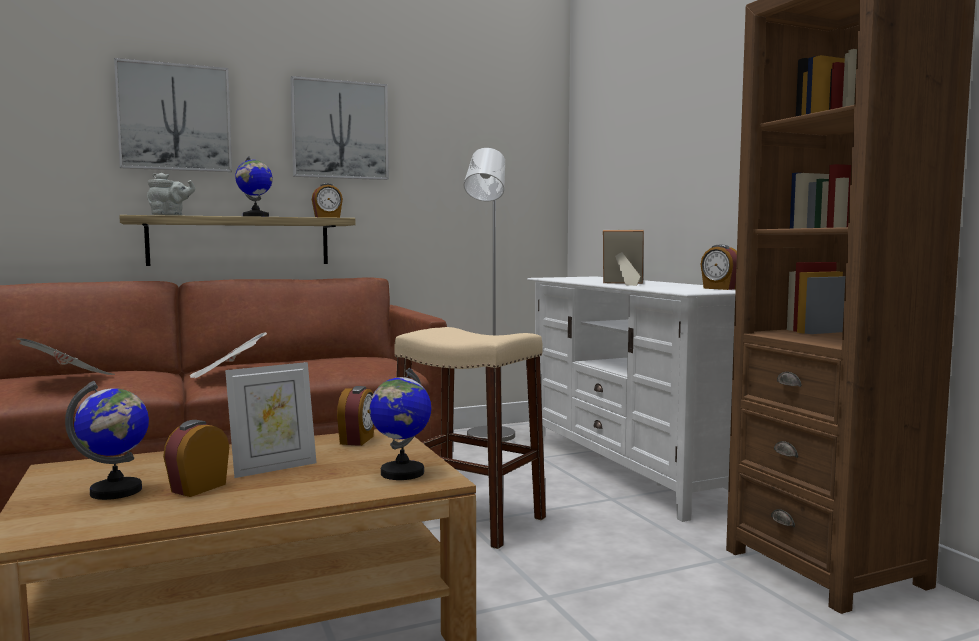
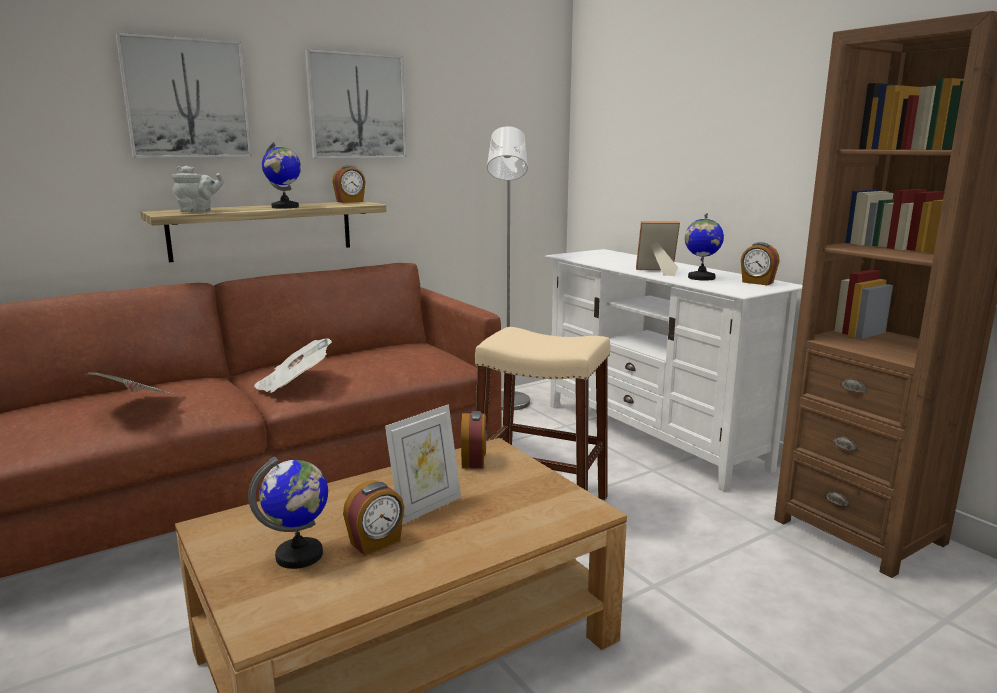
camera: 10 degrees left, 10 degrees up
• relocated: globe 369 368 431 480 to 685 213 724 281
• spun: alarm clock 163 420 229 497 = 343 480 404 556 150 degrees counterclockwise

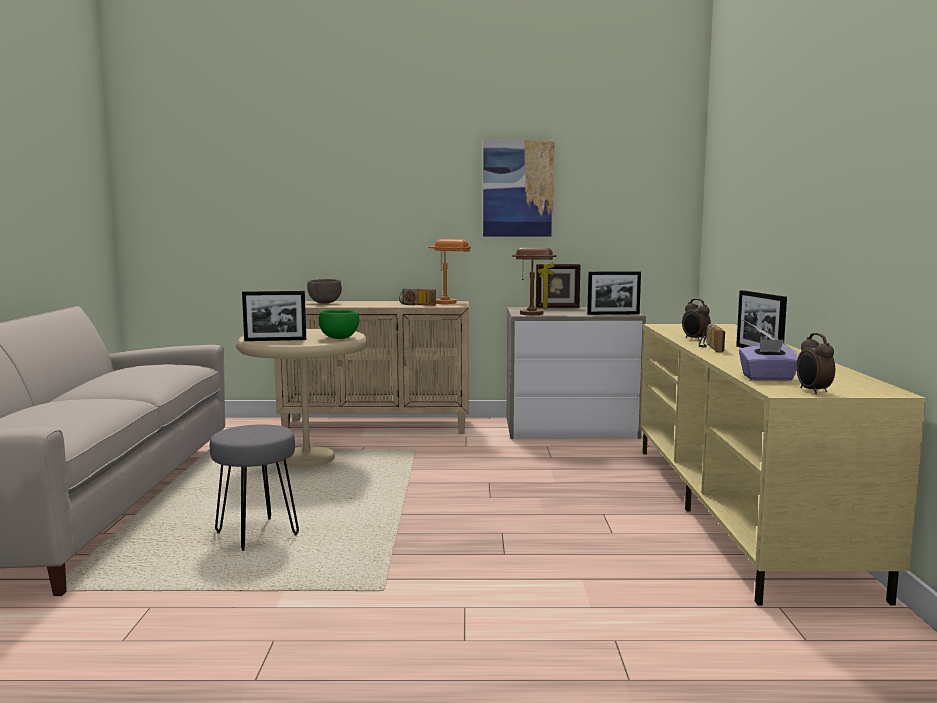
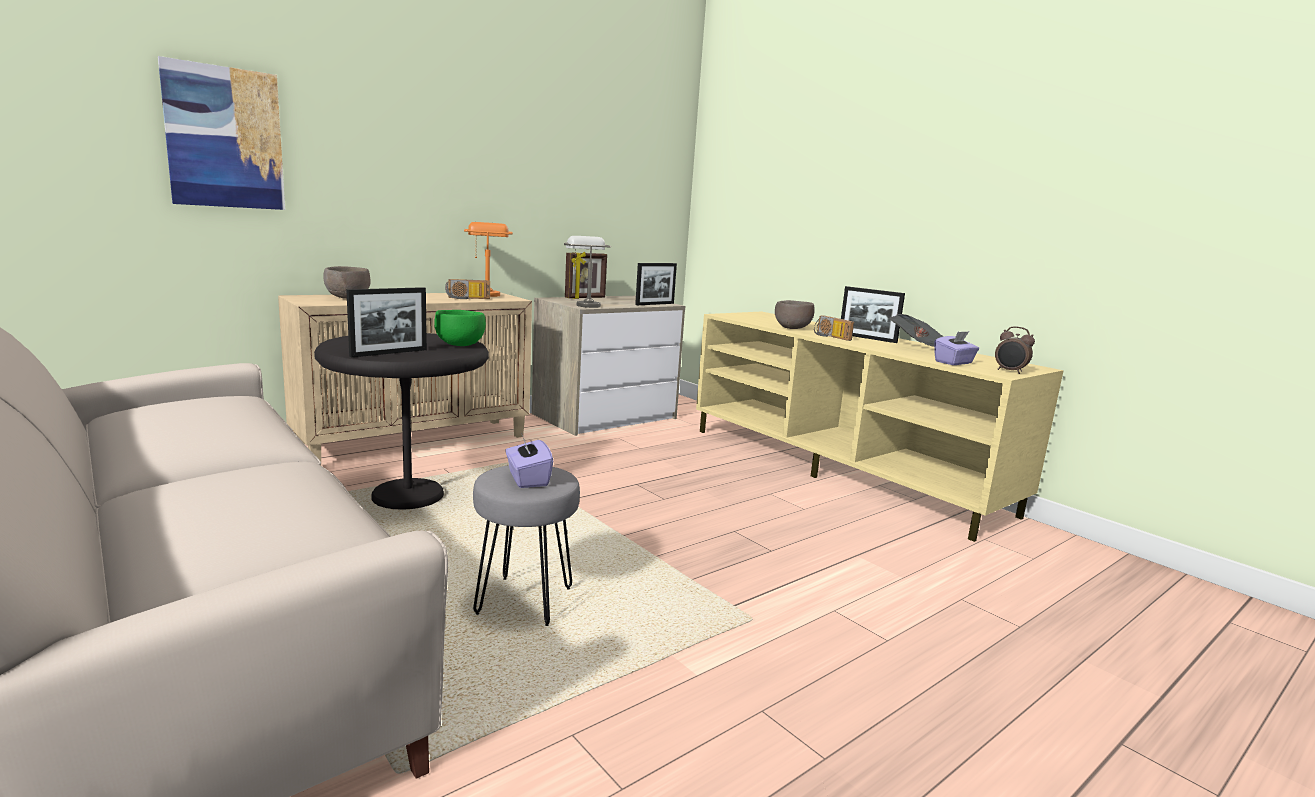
camera: 40 degrees left, 5 degrees up
• appeared: purple tissue box 505 433 553 488
• relocated: picture 483 140 555 236 to 158 56 285 210
• exchanged: alarm clock 682 299 711 341 to brown bowl 775 300 814 329
• colour: beige side table 236 329 367 467 to black side table 314 333 489 510
• colour: brown table lamp 512 247 556 315 to grey table lamp 564 236 611 308

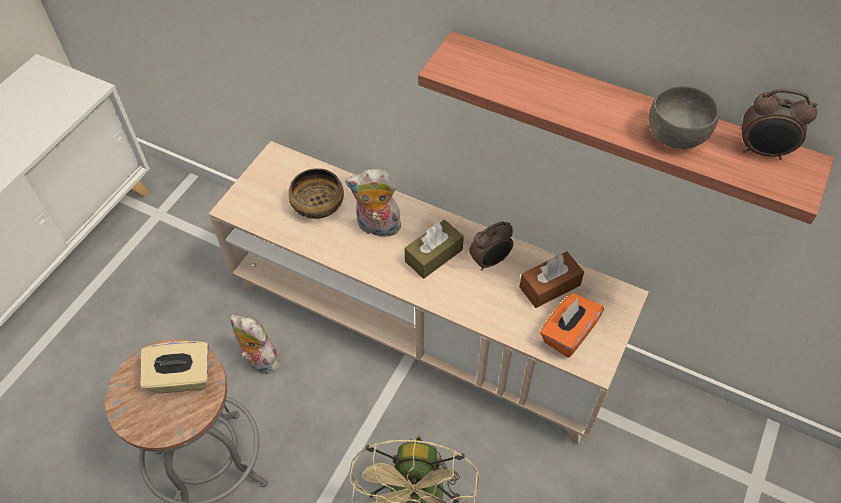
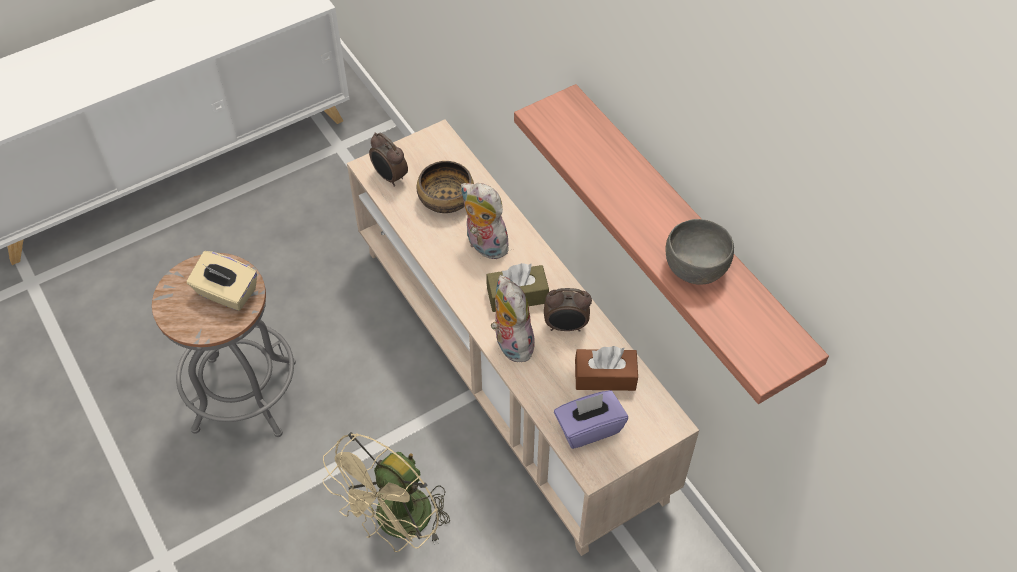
camera: 30 degrees right, 0 degrees up
• relocated: plush toy 230 315 283 374 to 491 275 538 362
• relocated: alarm clock 742 88 818 160 to 369 132 408 187
• colour: orange tissue box 540 293 604 358 to purple tissue box 554 390 628 449

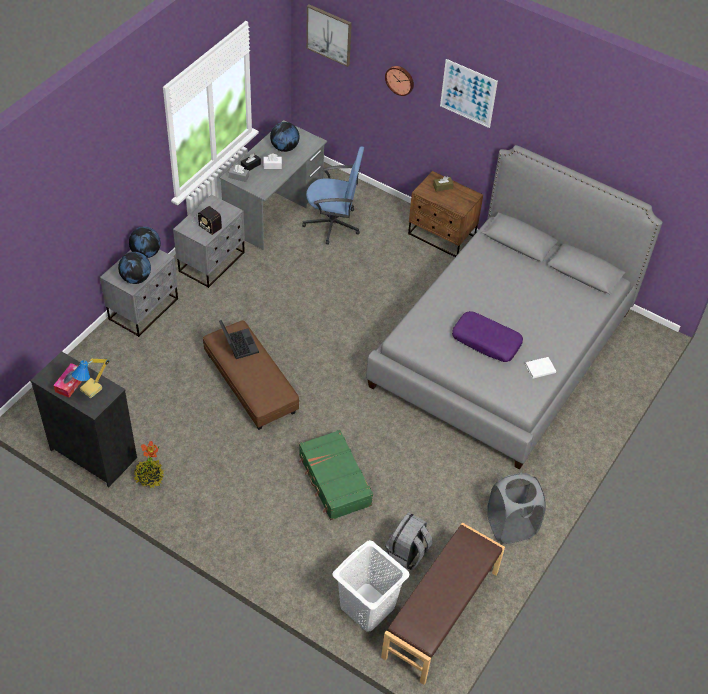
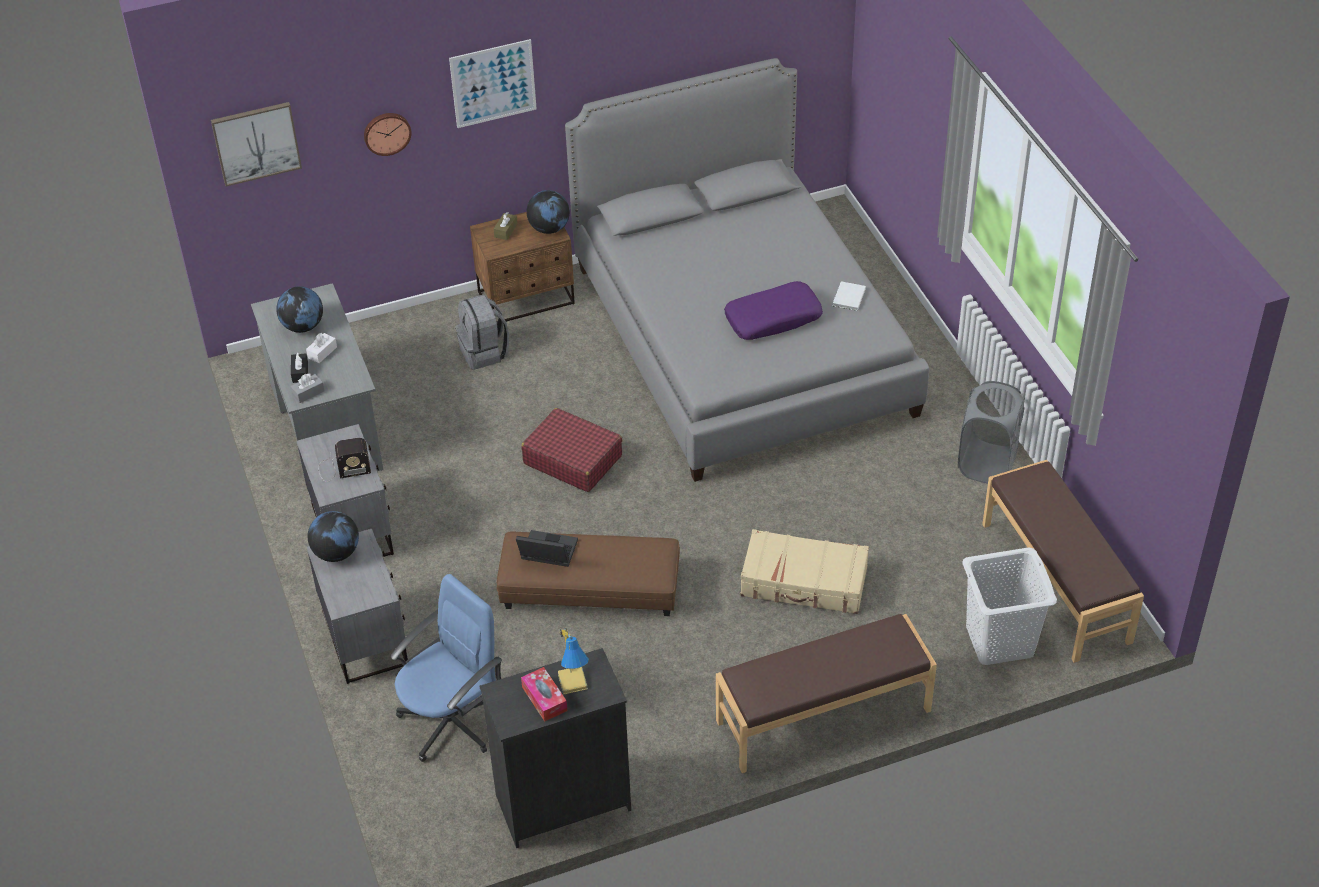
camera: 50 degrees left, 5 degrees down
• missing: potted plant 134 441 164 489
• appeared: red suitcase 521 408 622 492
• appeared: brown bench 716 614 937 773
• relocated: globe 118 252 151 284 to 526 190 570 234
• relocated: blue office chair 302 146 364 245 to 390 574 502 762
• relocated: grey backpack 385 512 432 570 to 455 295 509 370
• colour: green suitcase 299 430 373 520 to beige suitcase 741 529 869 614

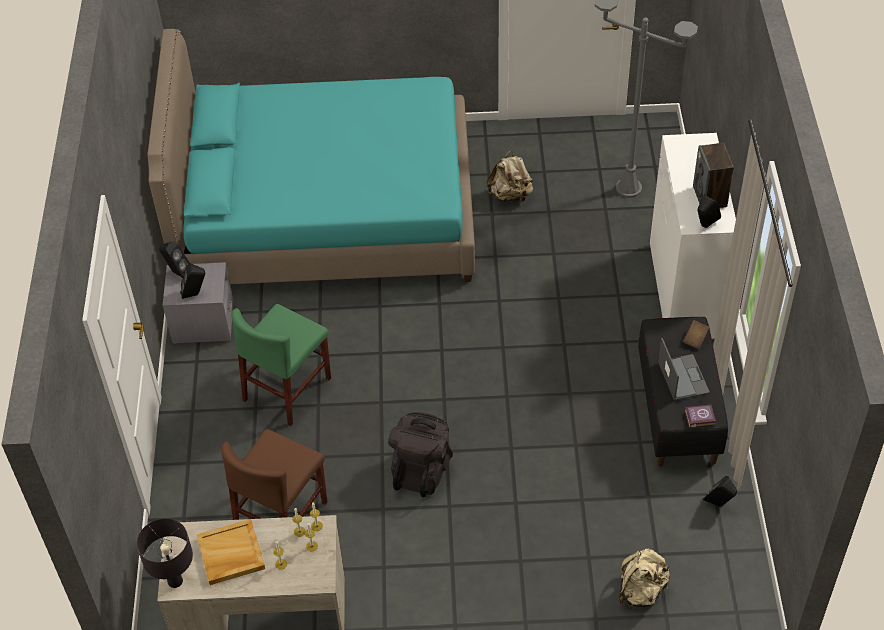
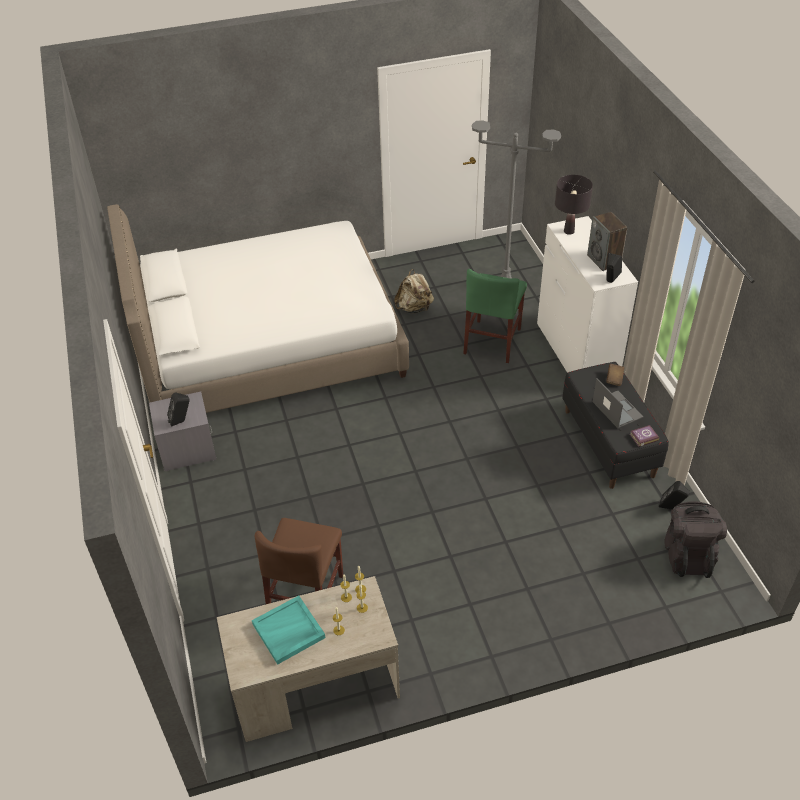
camera: 15 degrees left, 5 degrees down
• missing: black speaker 159 241 190 278
• missing: beige backpack 619 549 671 609
• relocated: black table lamp 137 518 193 588 to 555 175 593 235
• relocated: green chair 231 304 331 426 to 463 269 527 363
• relocated: black backpack 388 412 453 497 to 664 501 727 578
• colour: turquoise bed 147 29 475 284 to white bed 107 204 409 413
• colour: beige tray 197 519 265 585 to turquoise tray 252 596 325 665

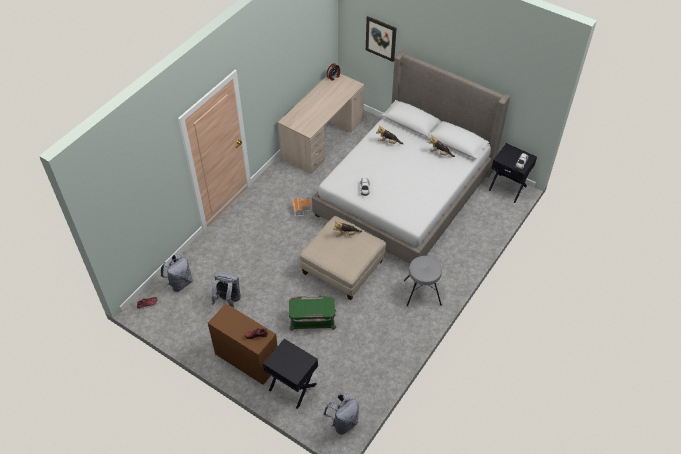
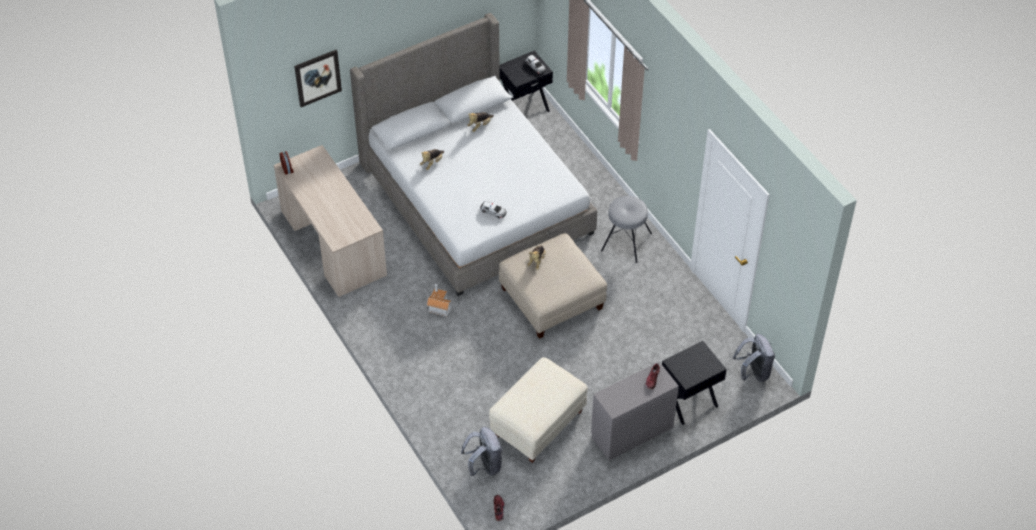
camera: 65 degrees left, 0 degrees up
• missing: green storage box 289 296 336 331
• exchanged: grey backpack 212 273 241 308 to beige ottoman 489 357 588 463
• colour: brown dresser 208 303 278 385 to grey dresser 591 362 679 461

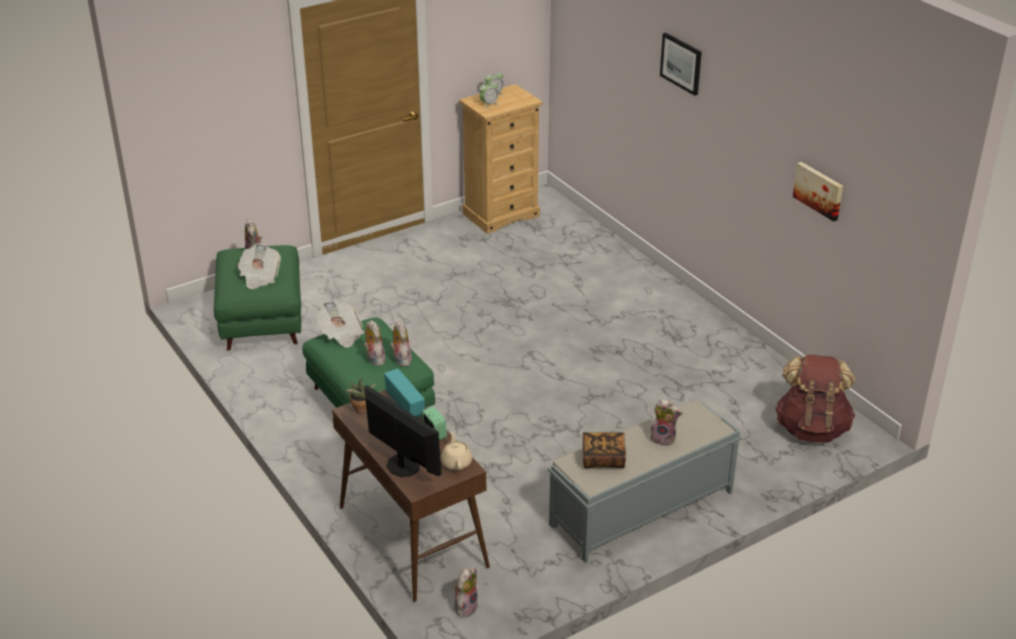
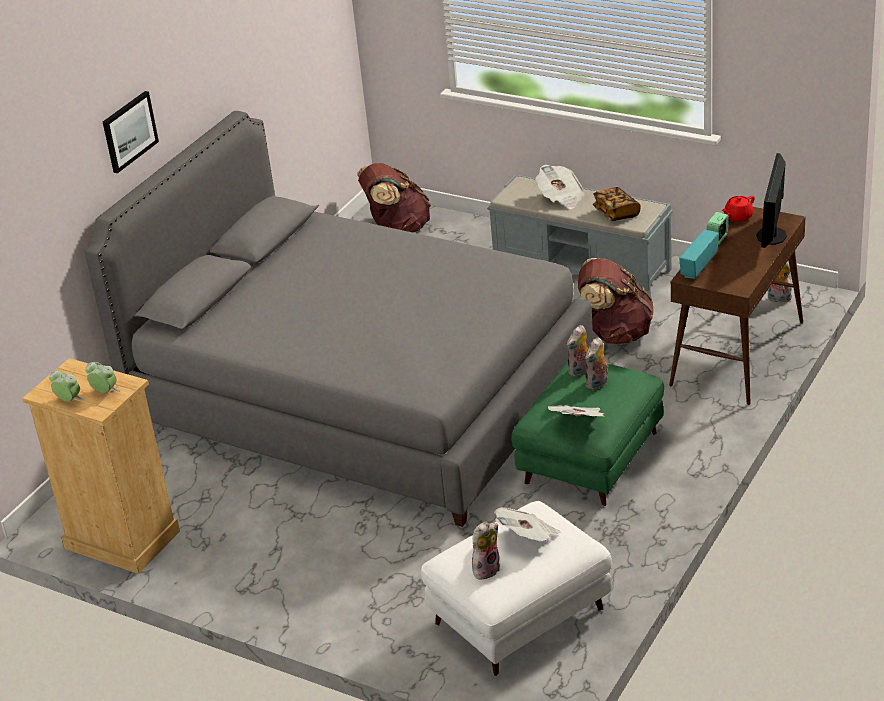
camera: 115 degrees left, 0 degrees up
• missing: potted plant 344 378 378 414
• missing: picture 793 162 843 222
• appeared: grey bed 84 111 593 527
• appeared: brown backpack 578 258 654 344
• exchanged: plush toy 650 399 683 446 to newspaper 536 165 585 209
• colour: green ottoman 214 245 301 350 to white ottoman 421 501 612 676
• colour: beige teapot 441 431 472 471 to red teapot 721 196 755 222

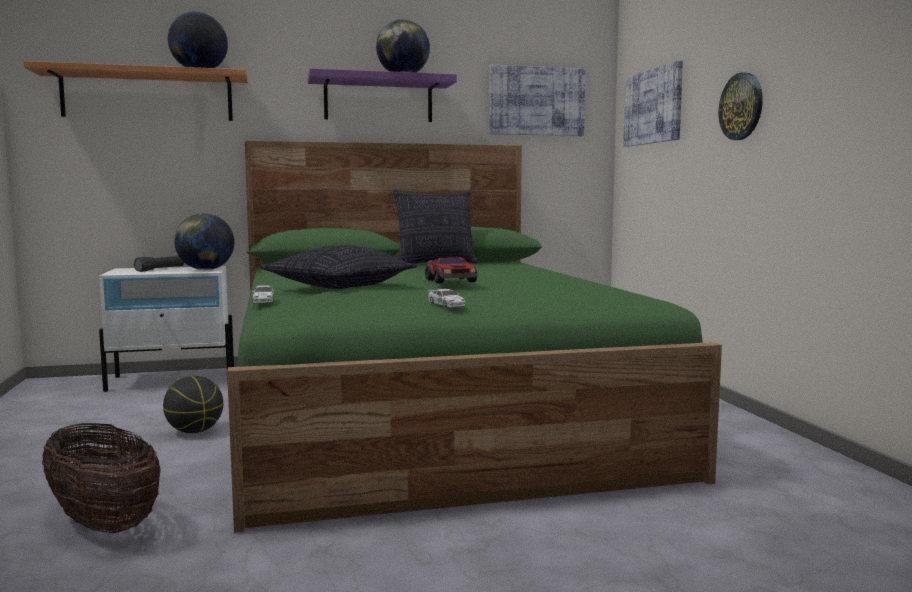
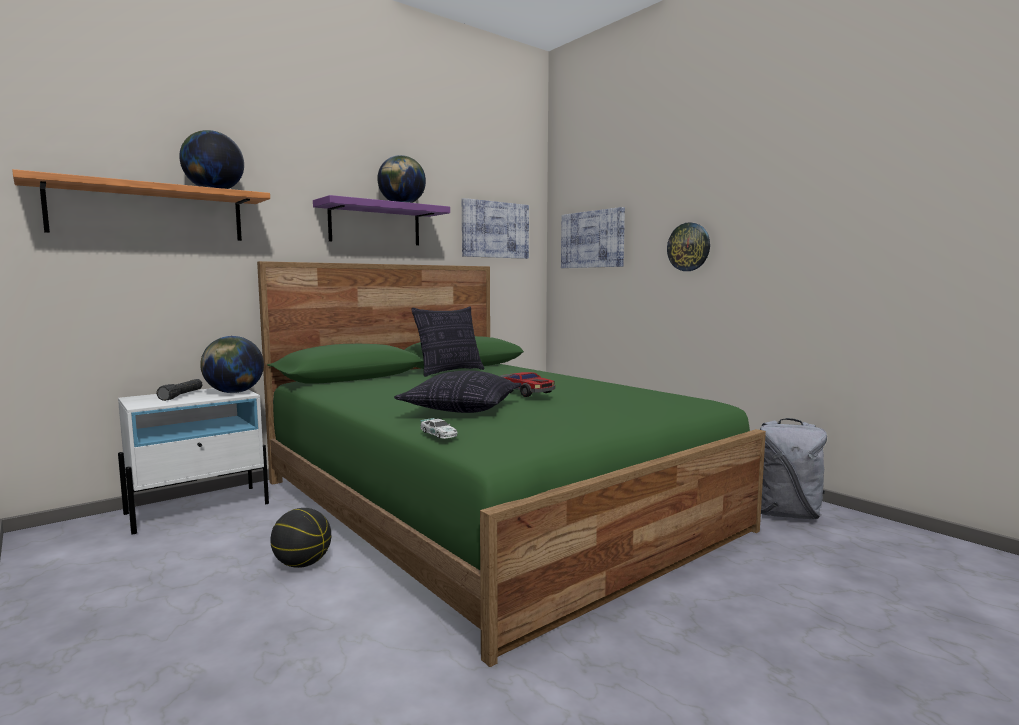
camera: 25 degrees left, 0 degrees up
• missing: basket 42 423 161 533
• missing: toy car 428 289 466 307
• appeared: grey backpack 760 418 827 519

